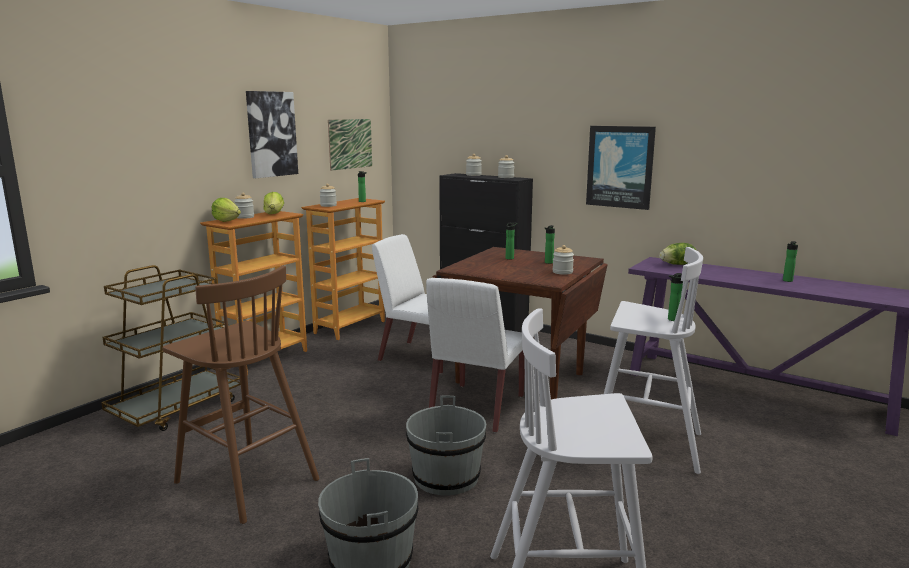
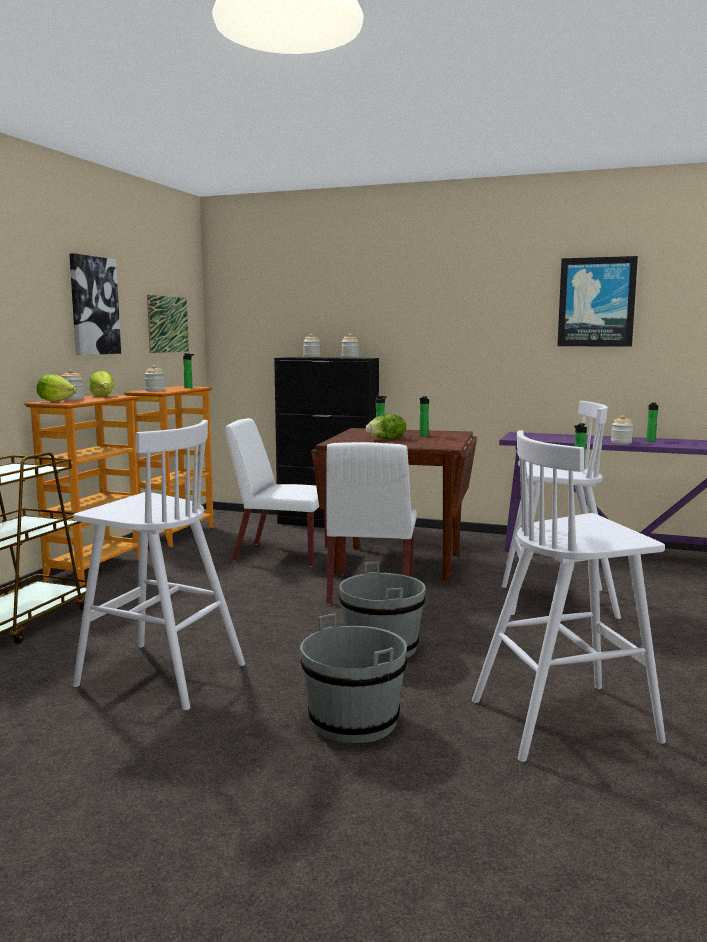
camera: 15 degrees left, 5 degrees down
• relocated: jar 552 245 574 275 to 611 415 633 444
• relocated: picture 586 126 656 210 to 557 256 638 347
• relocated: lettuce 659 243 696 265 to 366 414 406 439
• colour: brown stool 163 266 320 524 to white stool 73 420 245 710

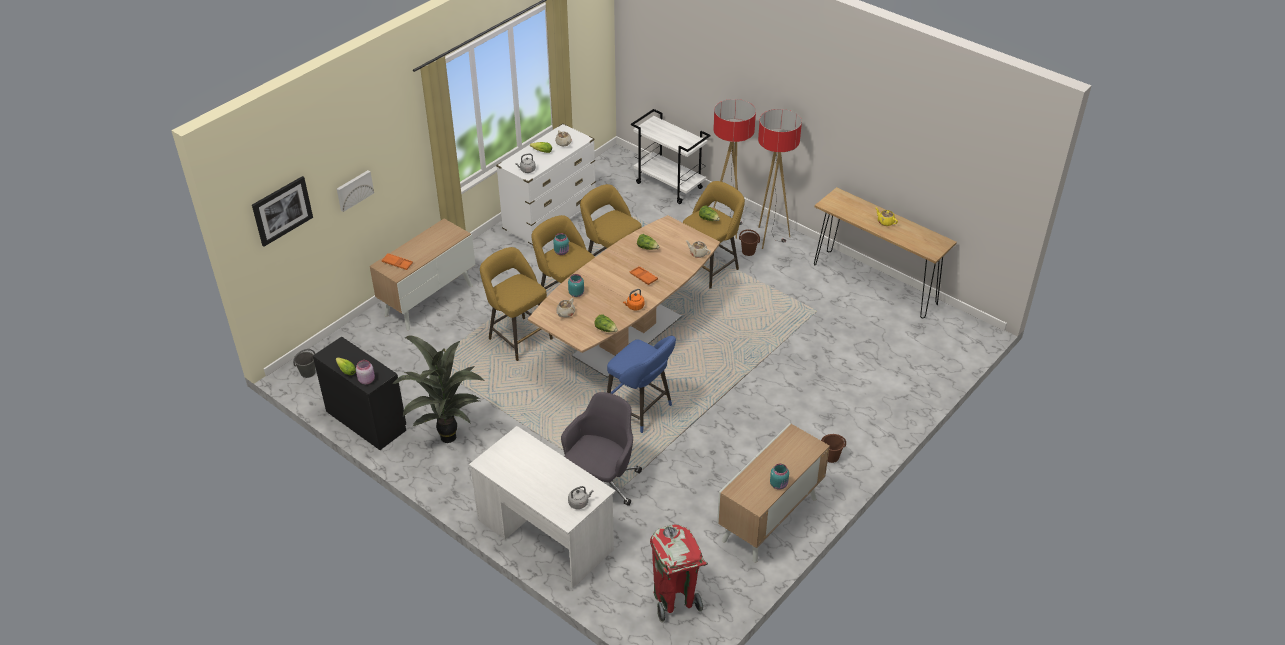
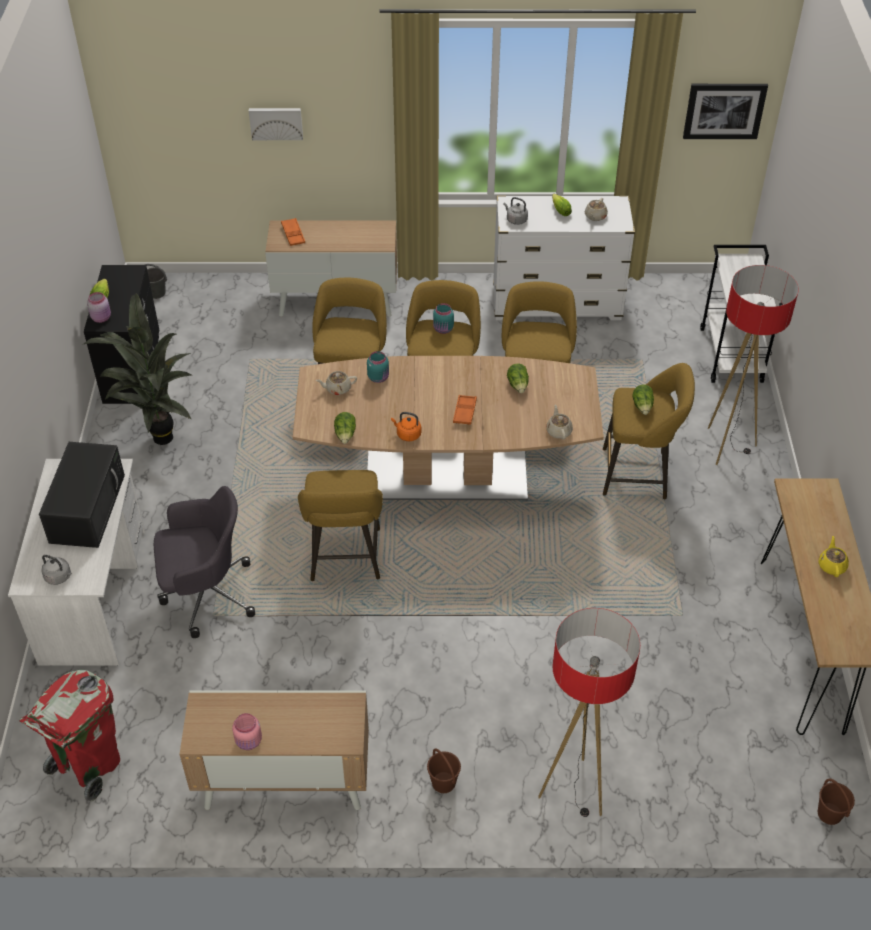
camera: 50 degrees right, 5 degrees up
• appeared: black microwave 39 442 125 548
• relocated: picture 252 176 313 247 to 683 84 768 139
• relocated: brown bucket 739 229 760 256 to 818 779 855 825
• relocated: floor lamp 758 109 802 249 to 538 608 640 817
• colour: blue stool 607 336 676 433 to yellow stool 298 470 383 581
• colour: turquoise jar 770 464 789 490 to pink jar 232 713 262 750

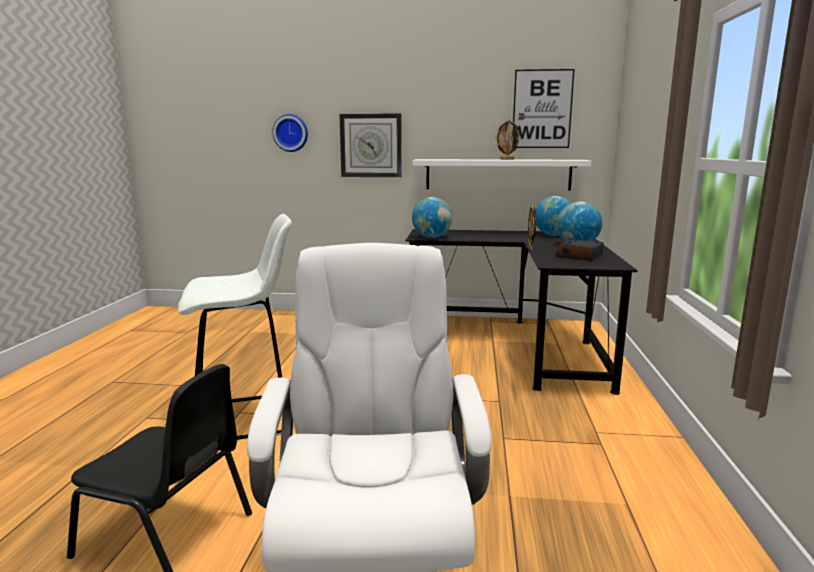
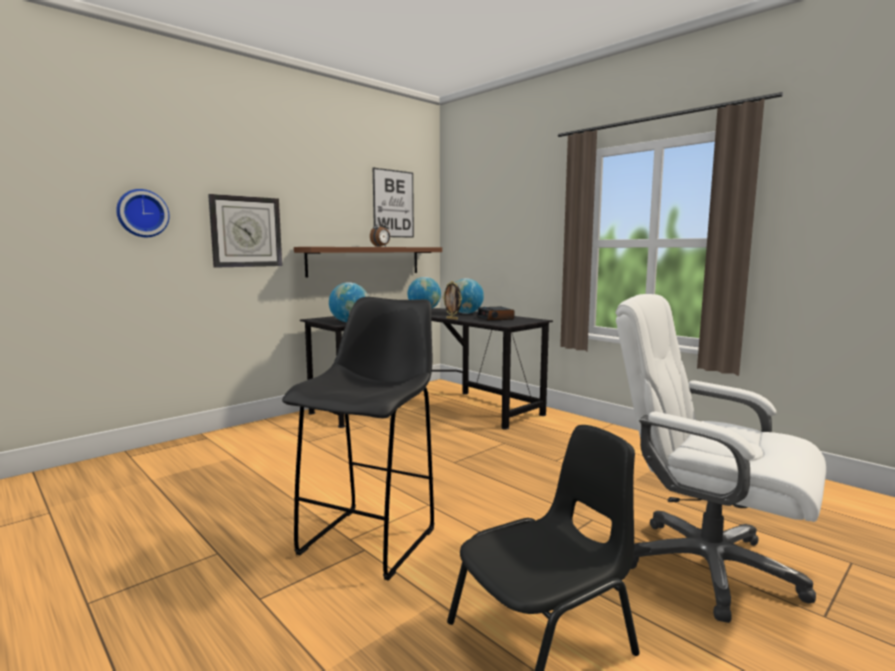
camera: 50 degrees left, 5 degrees down
• exchanged: picture frame 495 119 521 160 to alarm clock 370 219 390 247
• colour: white stool 178 214 292 440 to black stool 282 297 435 581
• colour: white shelf 412 159 591 190 to brown shelf 294 247 442 277

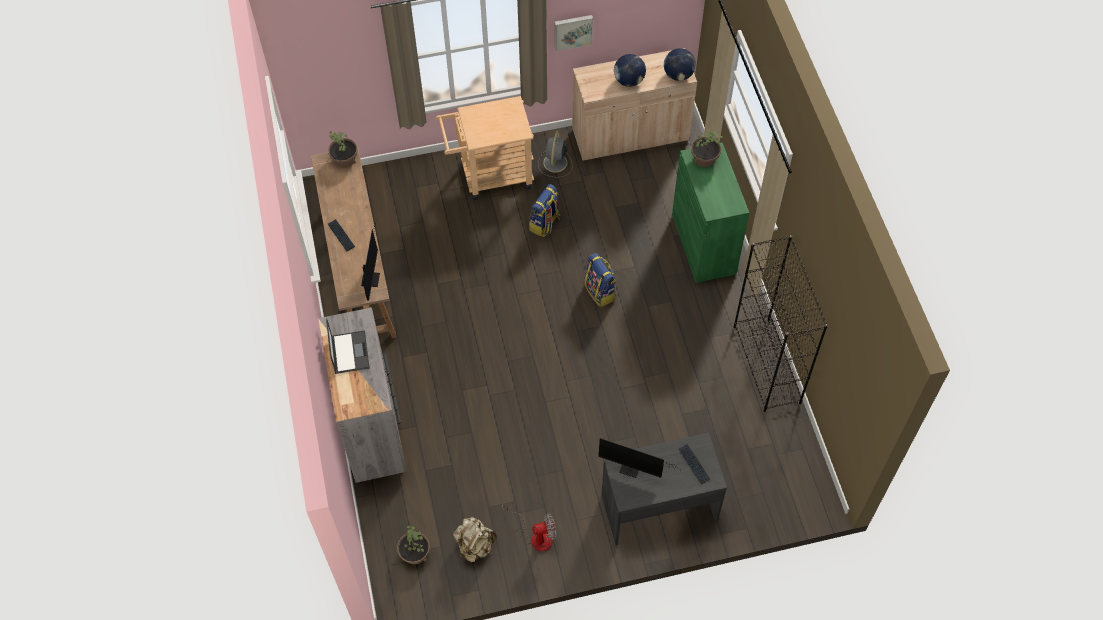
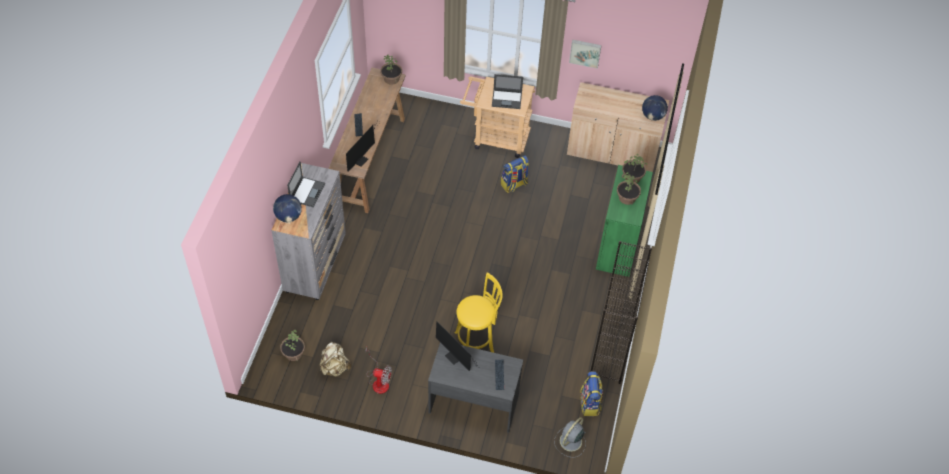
camera: 25 degrees right, 5 degrees down
• appeared: yellow stool 455 272 503 353
• appeared: laptop 492 74 523 109
• appeared: potted plant 617 172 641 205
• relocated: grey fan 538 131 572 177 to 554 417 586 458
• relocated: backpack 584 253 616 307 to 580 371 603 416
• relocated: globe 614 54 646 87 to 273 194 302 222

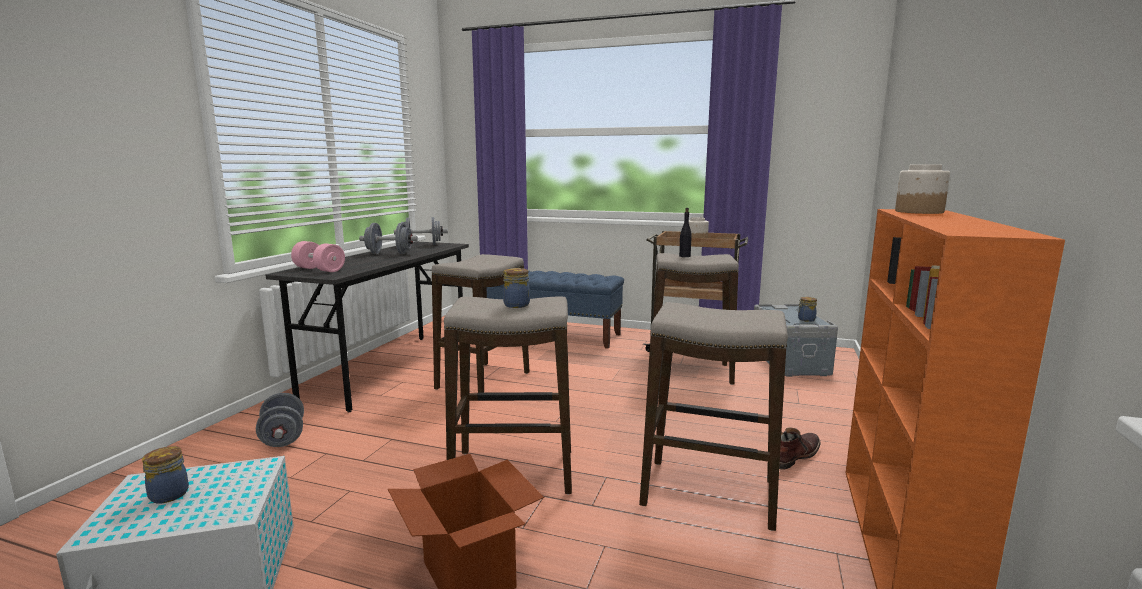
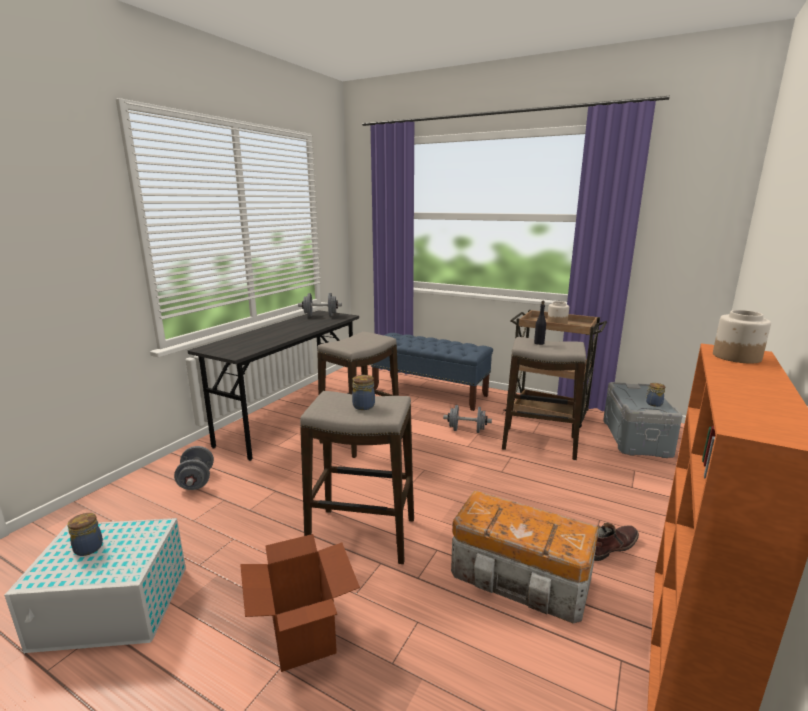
camera: 10 degrees right, 5 degrees up
• missing: pink dumbbell 291 241 345 272
• relocated: grey dumbbell 359 223 418 254 to 443 405 492 433
• exchanged: stool 639 302 788 531 to storage box 451 490 599 623

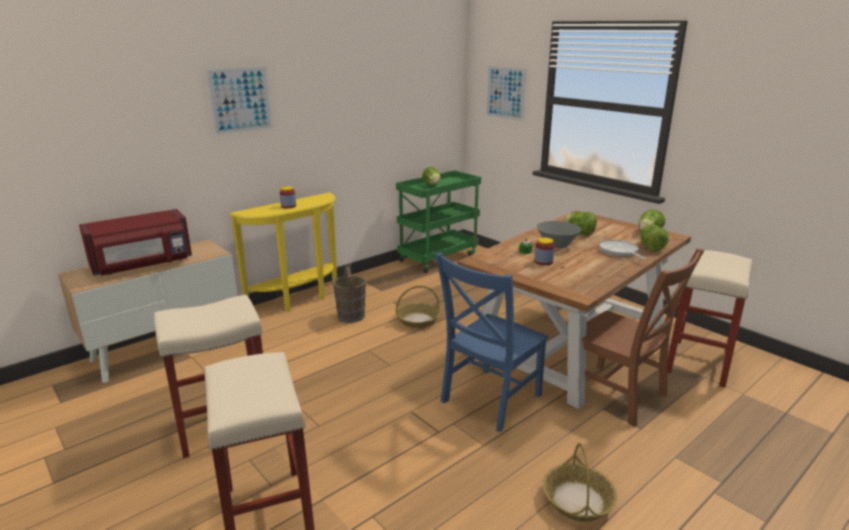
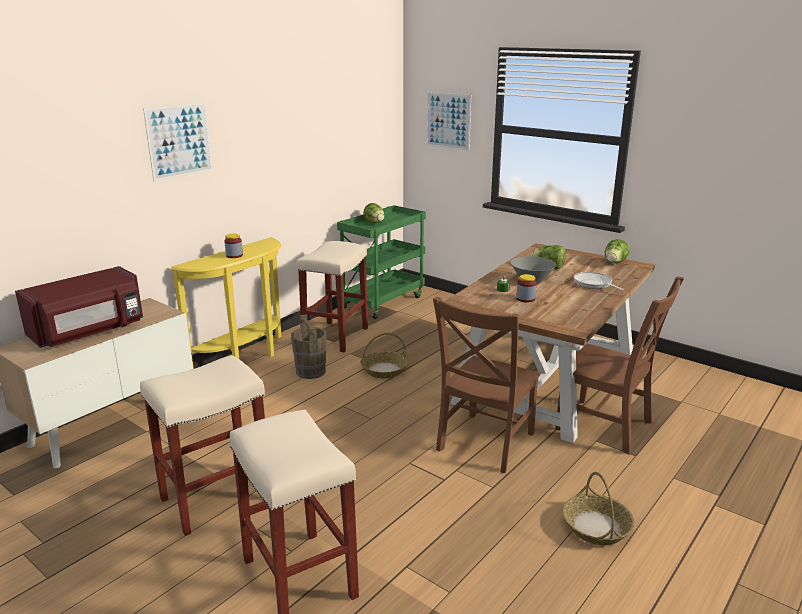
camera: 10 degrees left, 0 degrees up
• missing: lettuce 640 225 669 251
• relocated: beige stool 668 250 752 388 to 297 241 368 352
• colour: blue chair 435 253 549 432 to brown chair 433 297 541 473

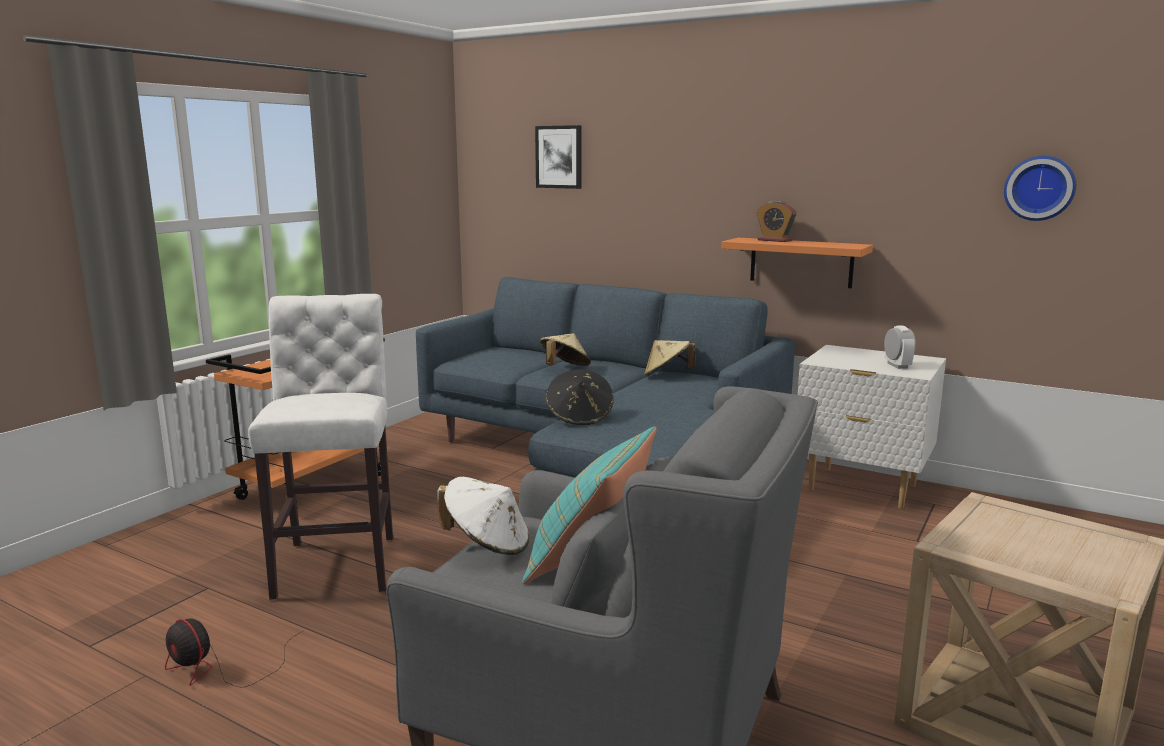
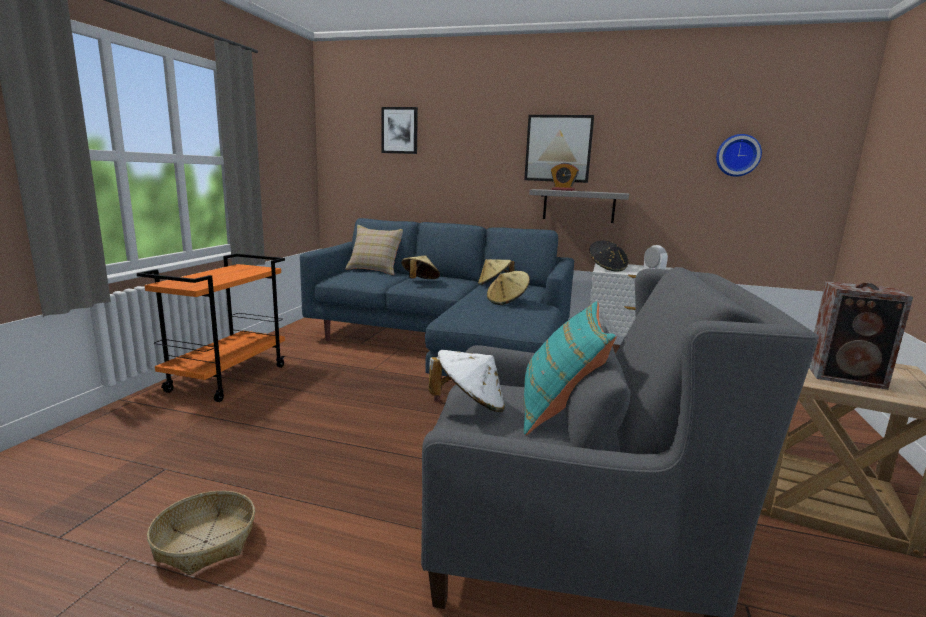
camera: 15 degrees left, 0 degrees up
• missing: white stool 248 294 393 600
• appeared: beige pillow 345 225 403 275
• appeared: beige hat 487 271 530 305
• appeared: picture 524 115 594 183
• appeared: speaker 809 281 913 390
• relocated: black hat 546 369 614 425 to 590 240 628 272
• exchanged: fan 165 618 303 688 to basket 147 491 255 575
• colour: orange shelf 721 238 873 288 to grey shelf 529 189 629 223

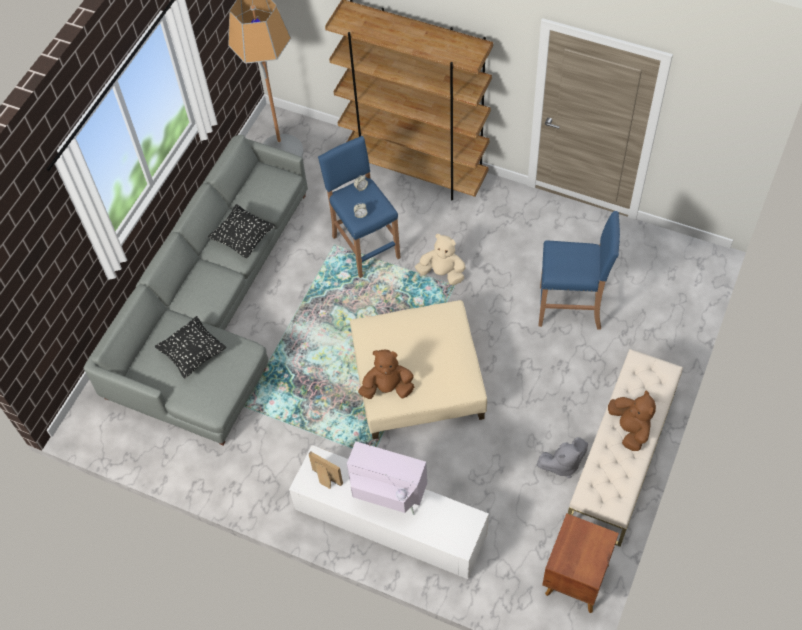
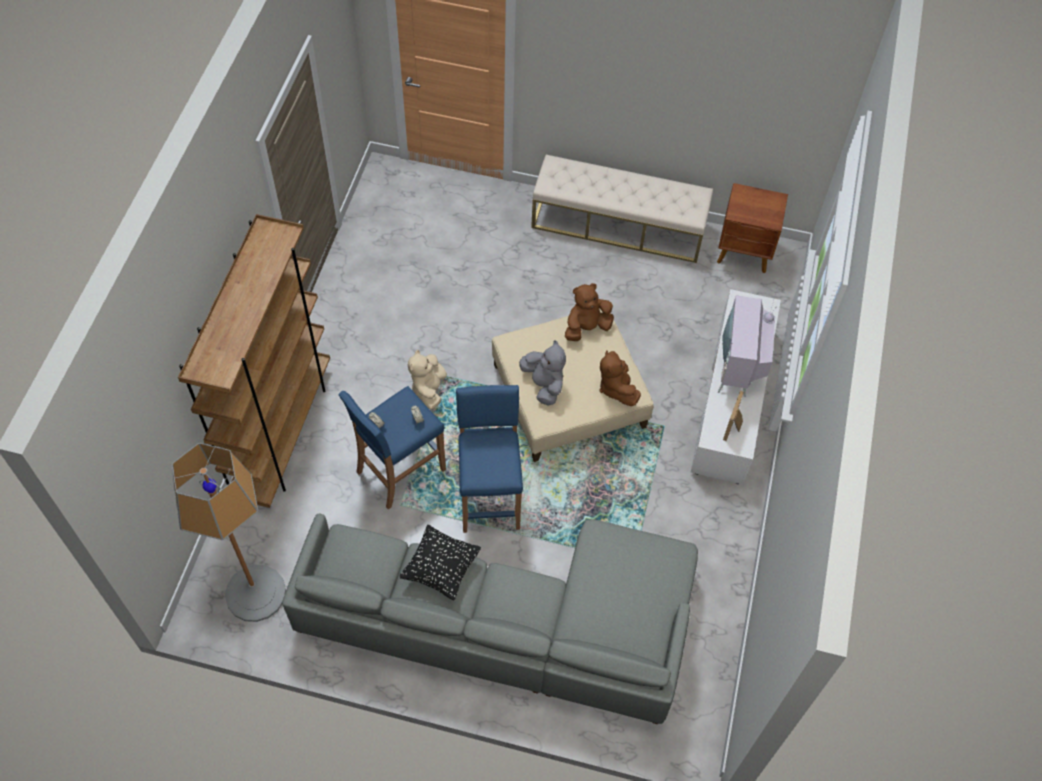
camera: 105 degrees left, 0 degrees up
• missing: black pillow 155 316 226 379
• relocated: grey plush toy 537 437 588 478 to 519 340 566 405
• relocated: blue stool 538 211 620 330 to 456 385 523 533
• relocated: brown plush toy 608 390 656 451 to 565 283 614 341

